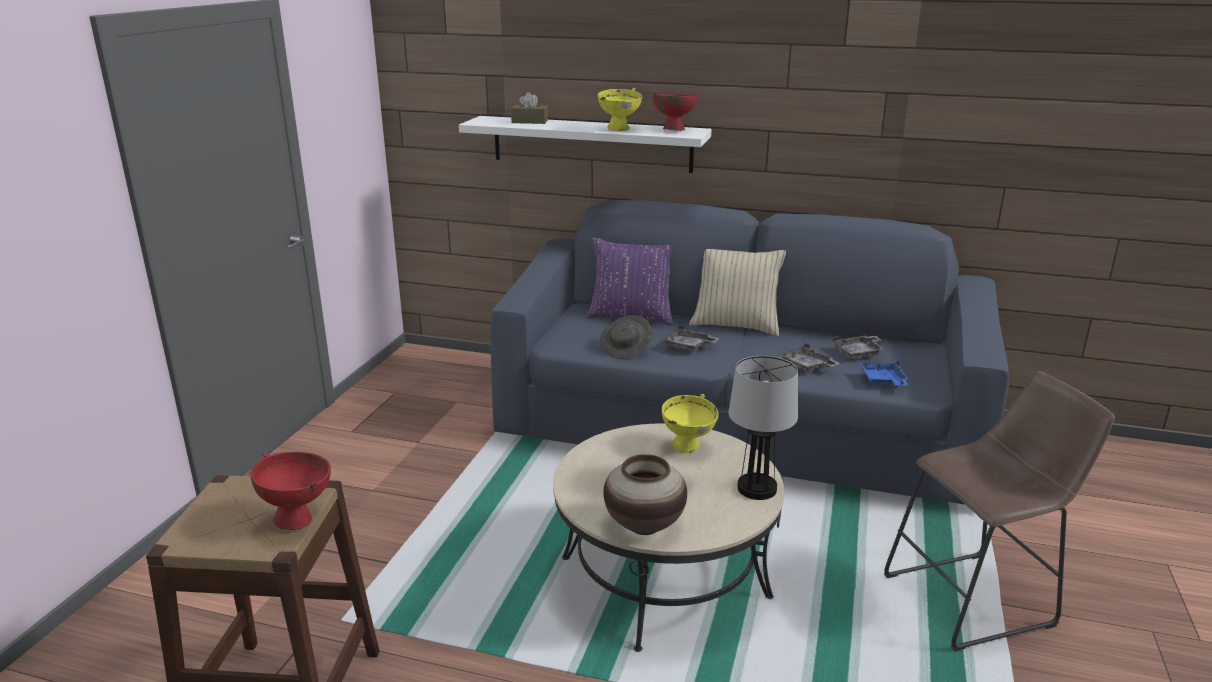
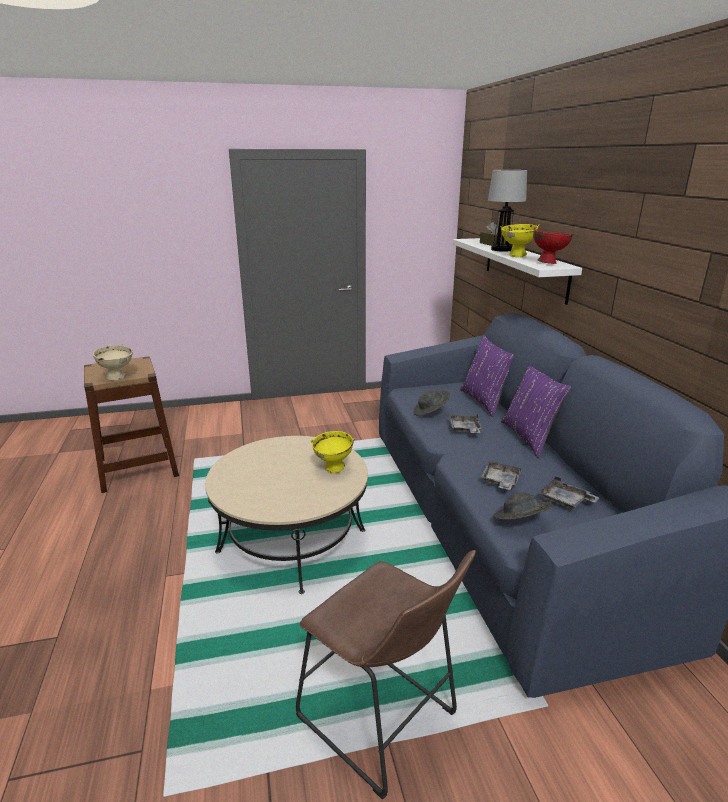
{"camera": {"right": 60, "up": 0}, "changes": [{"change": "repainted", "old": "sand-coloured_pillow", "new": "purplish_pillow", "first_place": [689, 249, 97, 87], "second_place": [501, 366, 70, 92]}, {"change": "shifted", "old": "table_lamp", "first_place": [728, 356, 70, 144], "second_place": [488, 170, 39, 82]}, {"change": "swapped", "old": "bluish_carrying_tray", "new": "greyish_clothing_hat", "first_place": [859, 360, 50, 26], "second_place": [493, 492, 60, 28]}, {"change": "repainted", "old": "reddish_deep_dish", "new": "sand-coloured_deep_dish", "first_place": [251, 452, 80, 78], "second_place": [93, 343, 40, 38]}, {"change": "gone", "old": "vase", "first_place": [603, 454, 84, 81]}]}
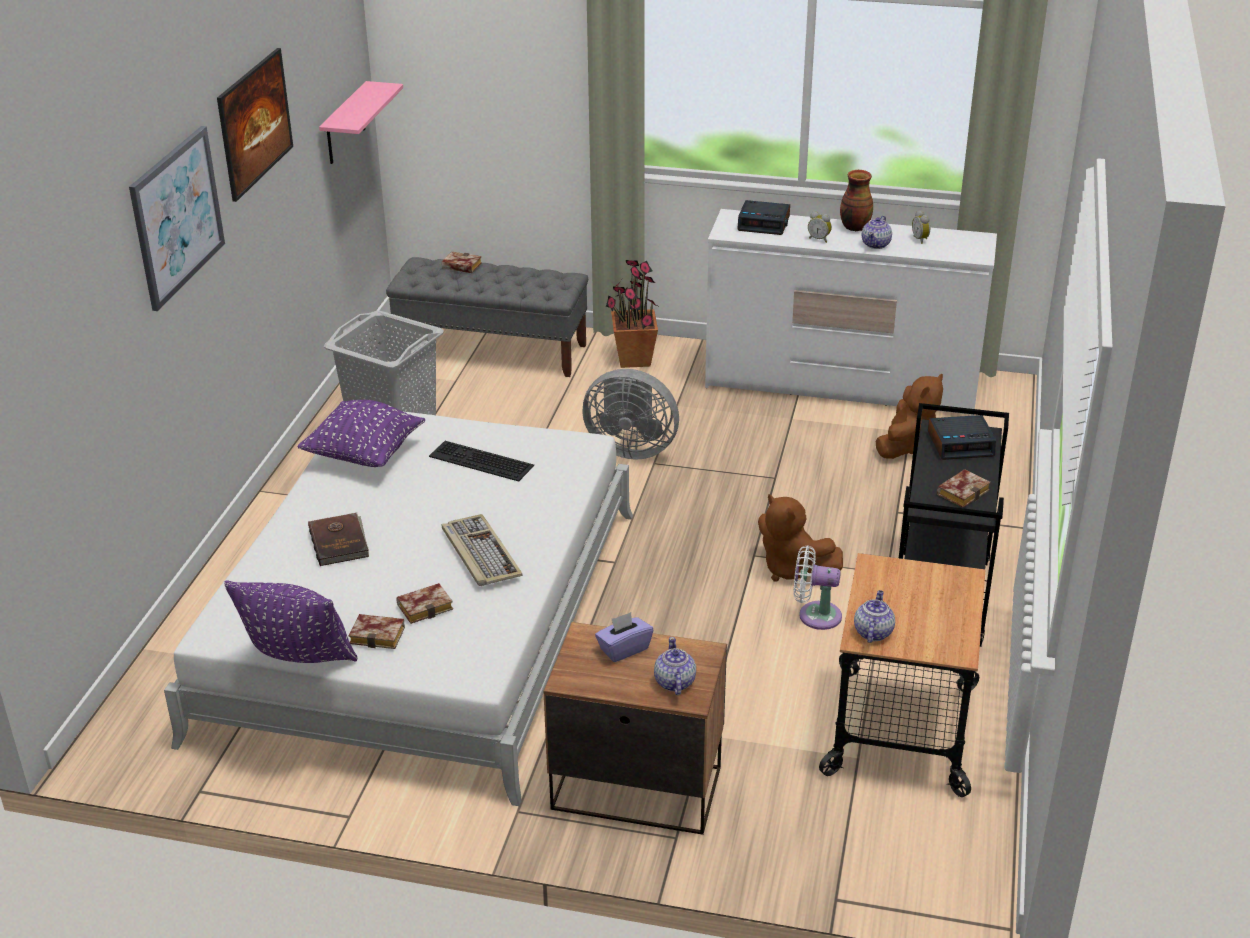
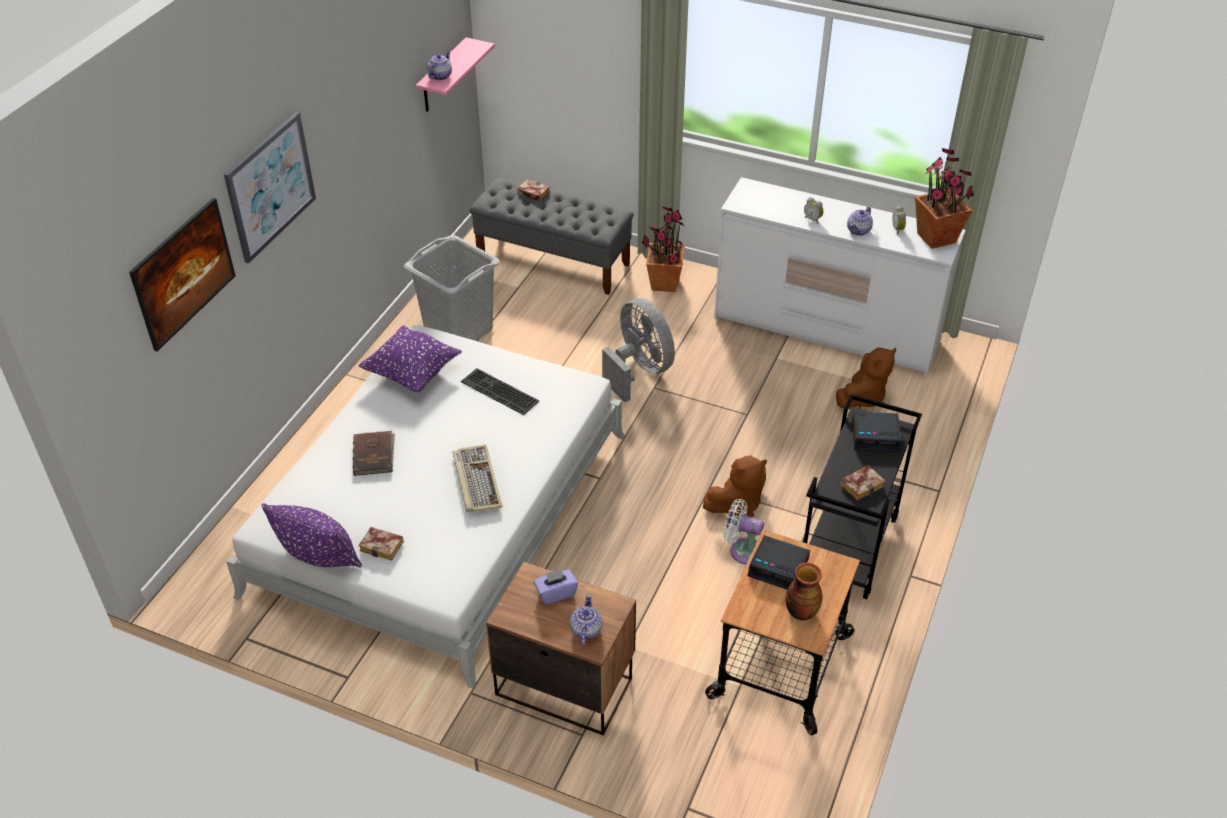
{"camera": {"right": 10, "up": 10}, "changes": [{"change": "shifted", "old": "picture", "first_place": [217, 48, 76, 154], "second_place": [129, 198, 106, 153]}, {"change": "shifted", "old": "vase", "first_place": [840, 170, 33, 61], "second_place": [786, 563, 37, 58]}, {"change": "shifted", "old": "table_clock", "first_place": [737, 200, 53, 35], "second_place": [748, 535, 62, 55]}, {"change": "rotated", "old": "greyish_cooling_fan", "first_place": [582, 369, 97, 91], "second_place": [602, 298, 73, 104], "degrees": -150}, {"change": "rotated", "old": "brown_cuddly_toy", "first_place": [758, 494, 85, 88], "second_place": [703, 455, 64, 62], "degrees": -90}, {"change": "gone", "old": "volume", "first_place": [397, 583, 56, 41]}, {"change": "shifted", "old": "tea_pot", "first_place": [854, 590, 41, 53], "second_place": [427, 52, 25, 28]}, {"change": "new", "new": "potted_plant", "second_place": [915, 148, 59, 101]}]}
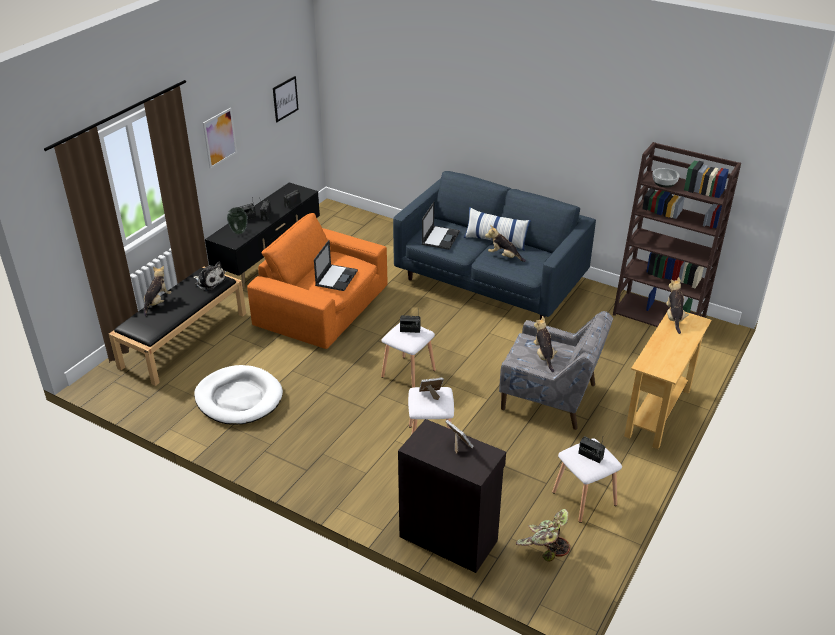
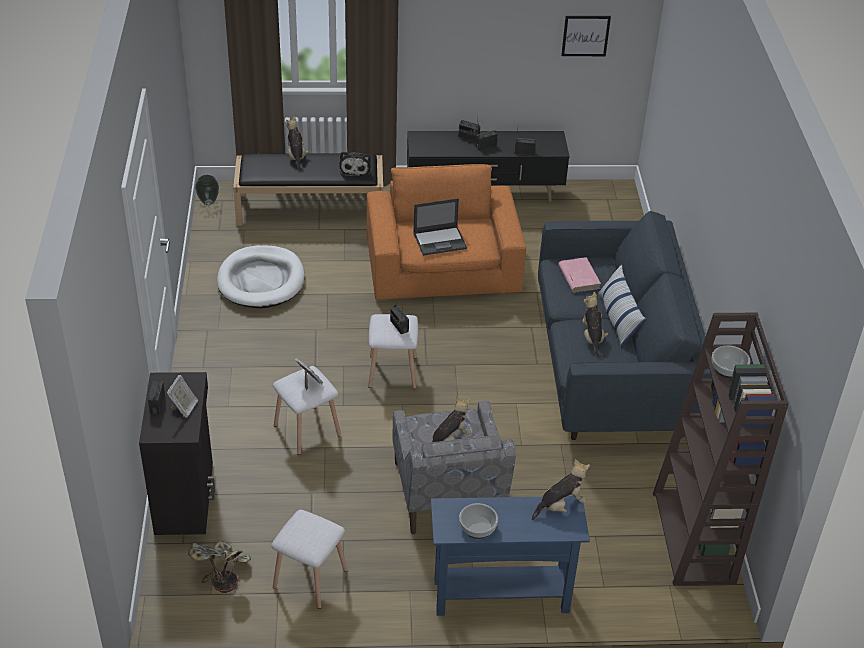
{"camera": {"right": 55, "up": 5}, "changes": [{"change": "gone", "old": "picture", "first_place": [203, 108, 34, 61]}, {"change": "swapped", "old": "notebook_computer", "new": "pink_volume", "first_place": [422, 202, 38, 48], "second_place": [558, 257, 43, 36]}, {"change": "shifted", "old": "vase", "first_place": [227, 207, 21, 27], "second_place": [195, 175, 24, 30]}, {"change": "rotated", "old": "cuddly_toy", "first_place": [144, 266, 28, 50], "second_place": [286, 116, 23, 55], "degrees": -90}, {"change": "repainted", "old": "sand-coloured_console_table", "new": "bluish_console_table", "first_place": [624, 307, 87, 142], "second_place": [431, 496, 159, 120]}, {"change": "shifted", "old": "radio_set", "first_place": [578, 436, 27, 27], "second_place": [147, 380, 18, 34]}, {"change": "new", "new": "deep_dish", "second_place": [459, 503, 39, 36]}]}
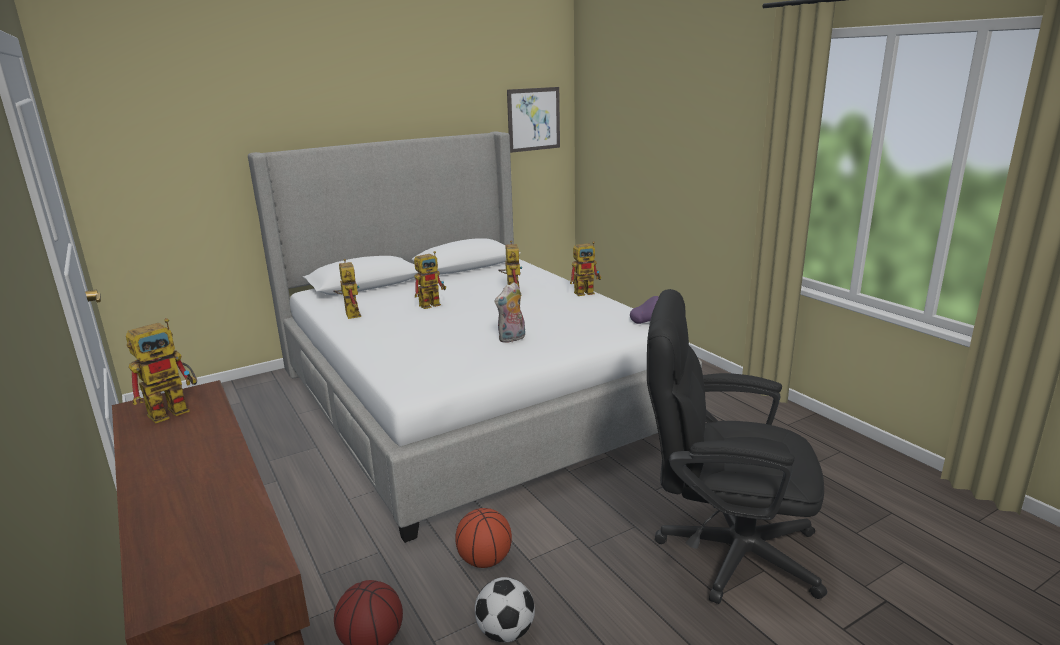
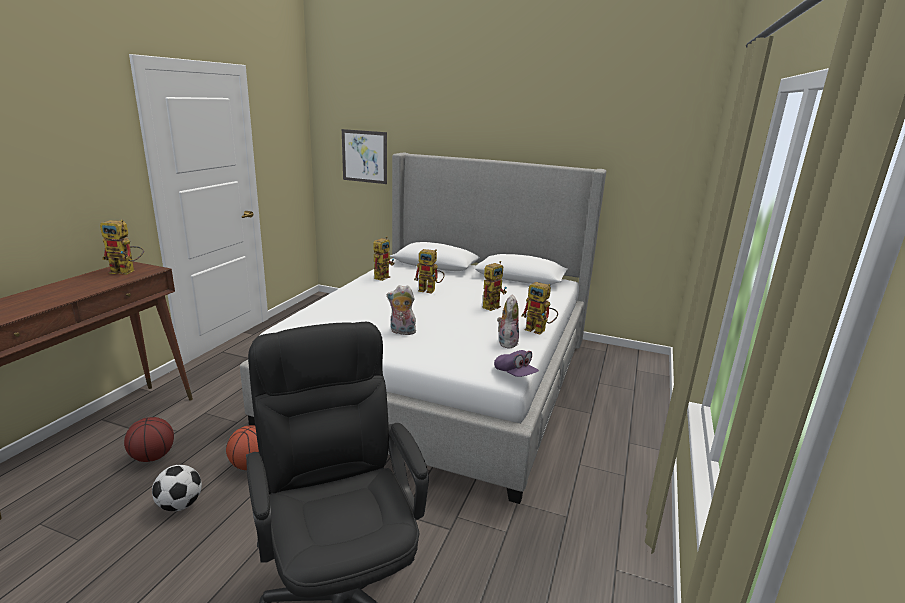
{"camera": {"right": 50, "up": 0}, "changes": [{"change": "shifted", "old": "picture", "first_place": [507, 87, 53, 66], "second_place": [342, 129, 45, 55]}, {"change": "new", "new": "cuddly_toy", "second_place": [497, 294, 22, 55]}]}
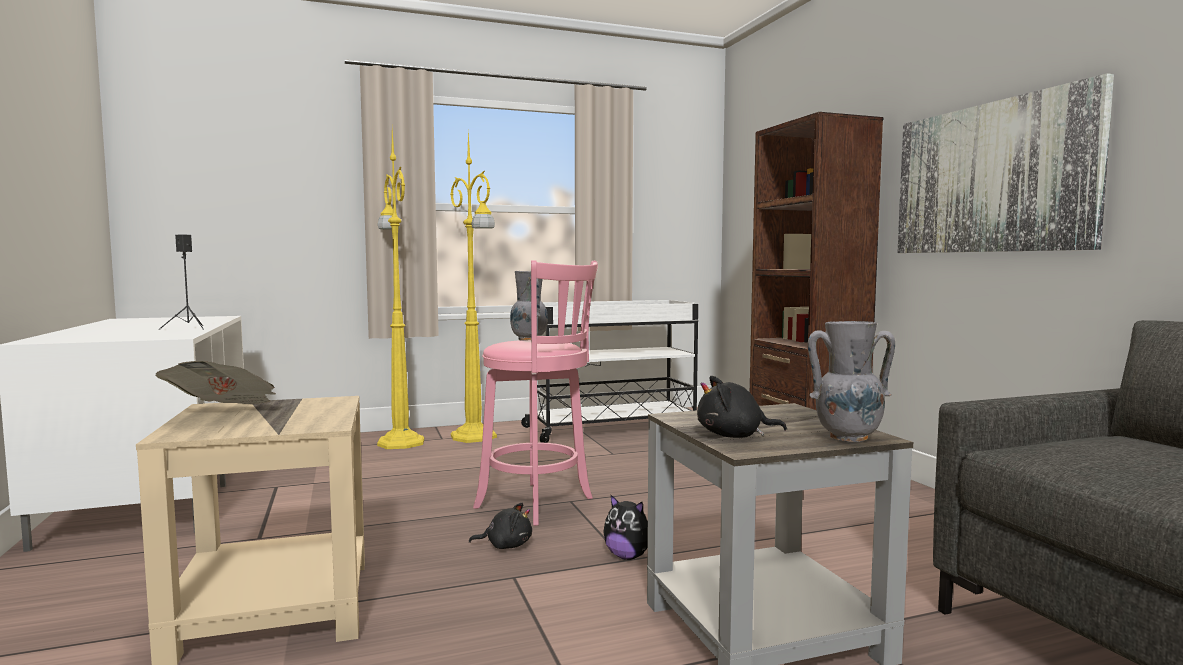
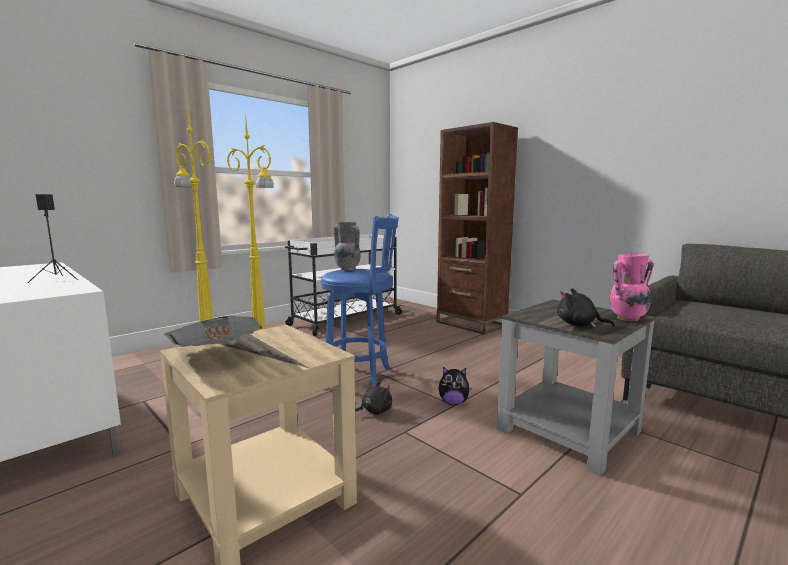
{"camera": {"right": -25, "up": 5}, "changes": [{"change": "gone", "old": "picture", "first_place": [897, 73, 217, 180]}, {"change": "repainted", "old": "pink_sitting_stool", "new": "bluish_sitting_stool", "first_place": [473, 260, 125, 266], "second_place": [321, 214, 78, 174]}, {"change": "repainted", "old": "greyish_vase", "new": "pink_vase", "first_place": [808, 321, 87, 121], "second_place": [610, 253, 43, 68]}, {"change": "rotated", "old": "blackish_cuddly_toy", "first_place": [697, 376, 90, 62], "second_place": [557, 288, 58, 40], "degrees": 60}]}
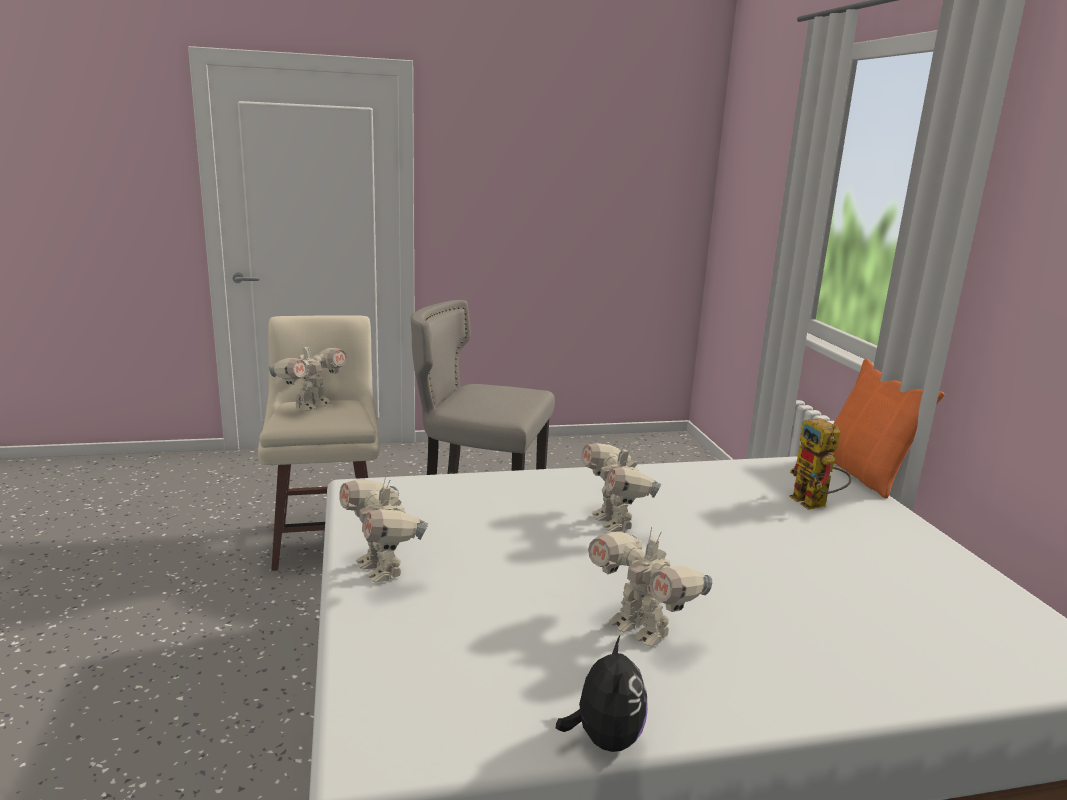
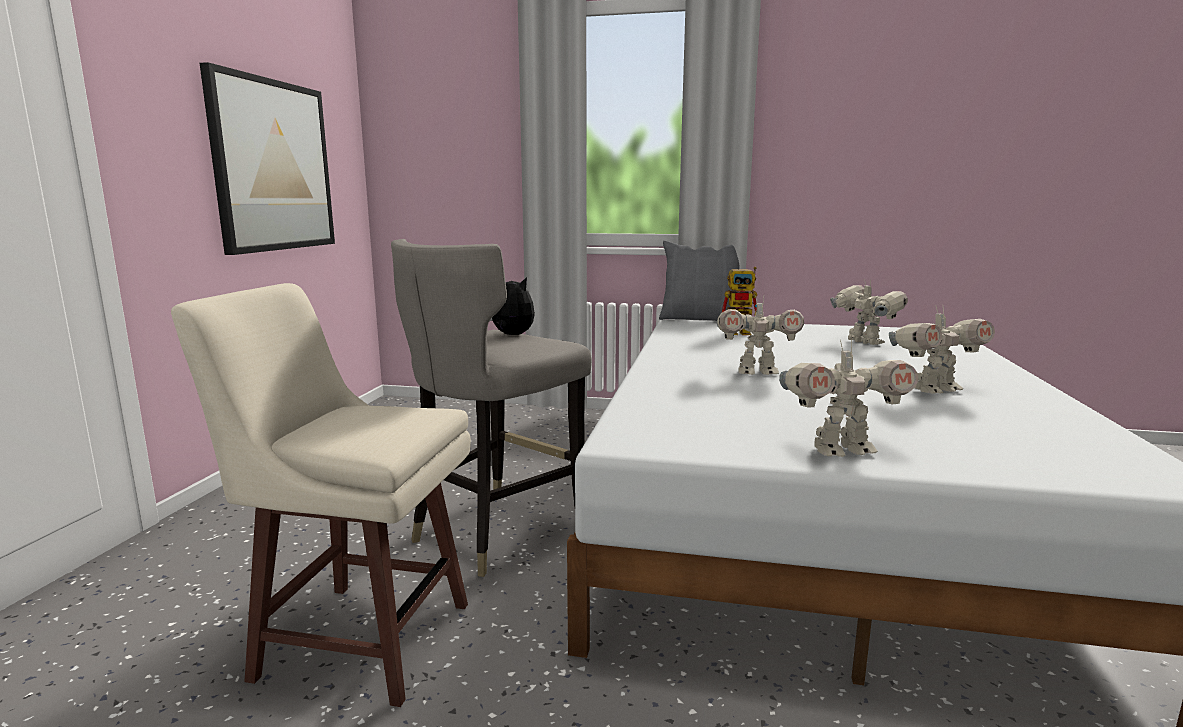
{"camera": {"right": -65, "up": -5}, "changes": [{"change": "shifted", "old": "toy_robot", "first_place": [269, 341, 78, 70], "second_place": [830, 279, 78, 66]}, {"change": "repainted", "old": "orange_pillow", "new": "greyish_pillow", "first_place": [831, 359, 114, 140], "second_place": [659, 241, 81, 80]}, {"change": "shifted", "old": "cuddly_toy", "first_place": [556, 636, 92, 116], "second_place": [490, 278, 45, 57]}, {"change": "new", "new": "picture", "second_place": [200, 62, 135, 193]}]}
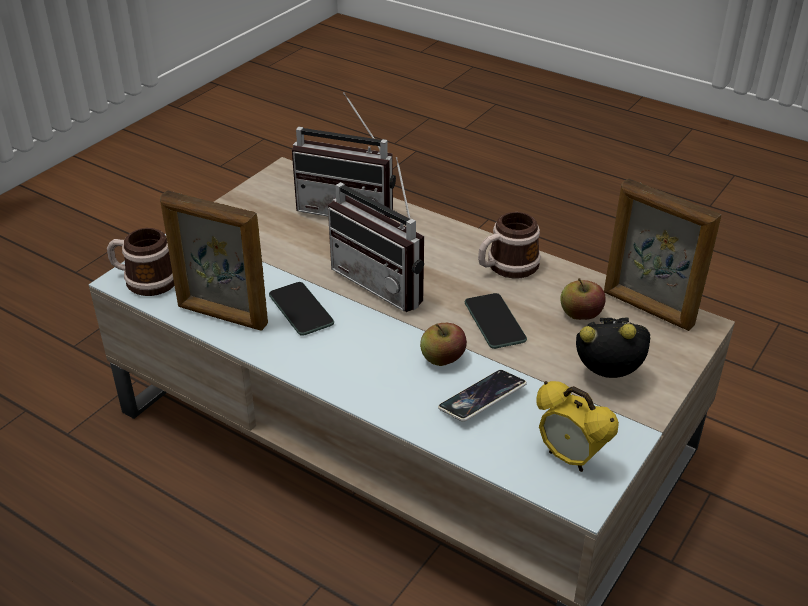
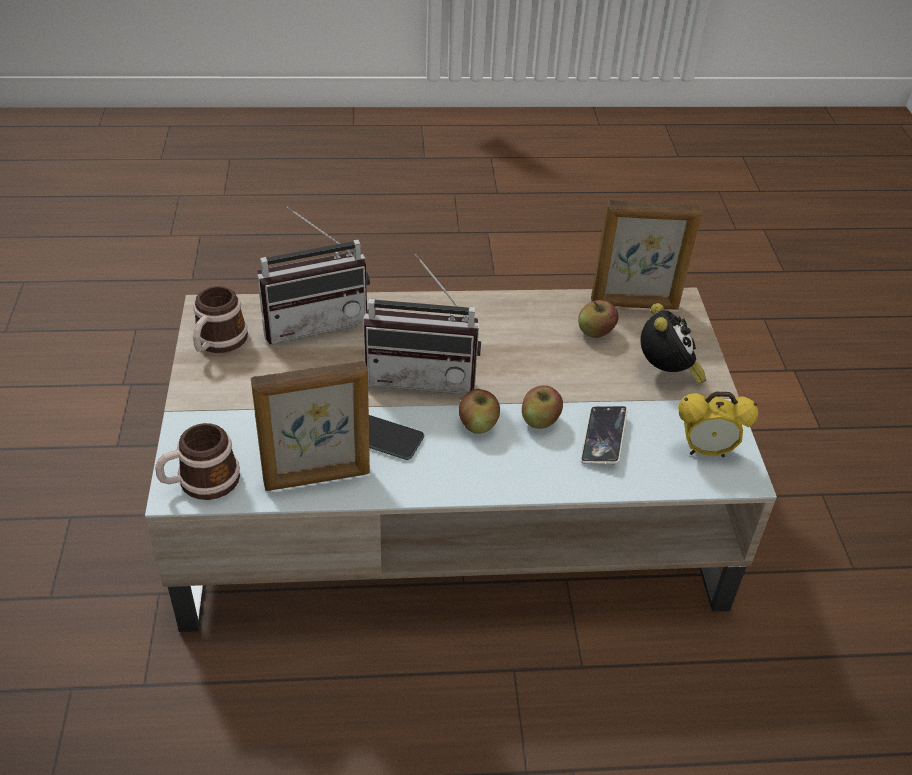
{"camera": {"right": -40, "up": 5}, "changes": [{"change": "shifted", "old": "mug", "first_place": [478, 212, 63, 67], "second_place": [193, 286, 55, 67]}, {"change": "gone", "old": "phone", "first_place": [465, 293, 62, 56]}, {"change": "rotated", "old": "table_clock", "first_place": [576, 317, 74, 61], "second_place": [641, 303, 65, 81], "degrees": 120}, {"change": "new", "new": "apple", "second_place": [459, 389, 41, 45]}]}
